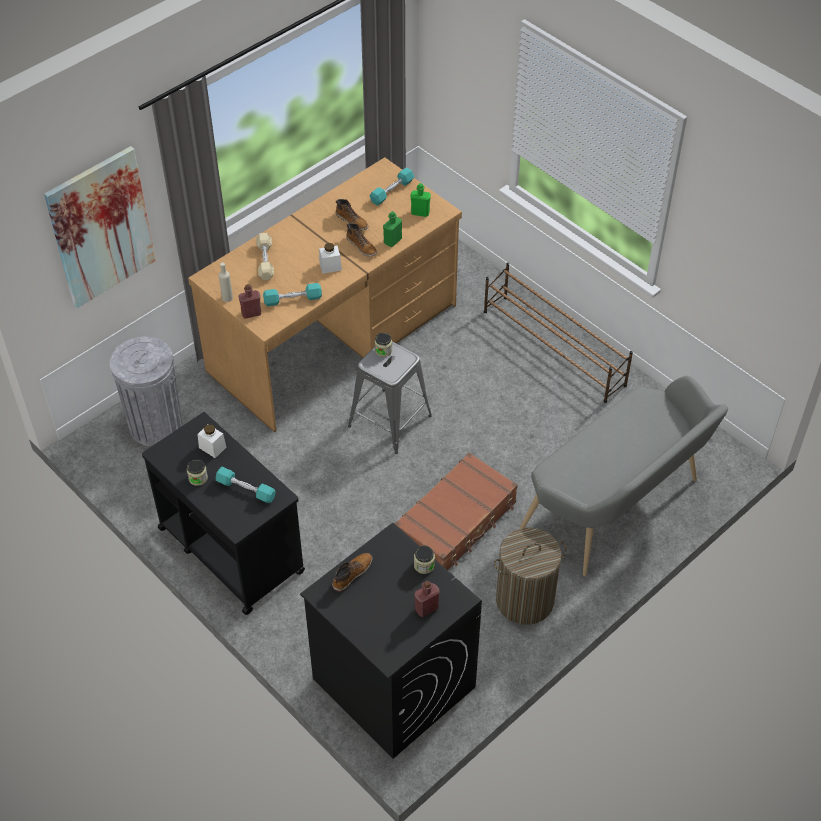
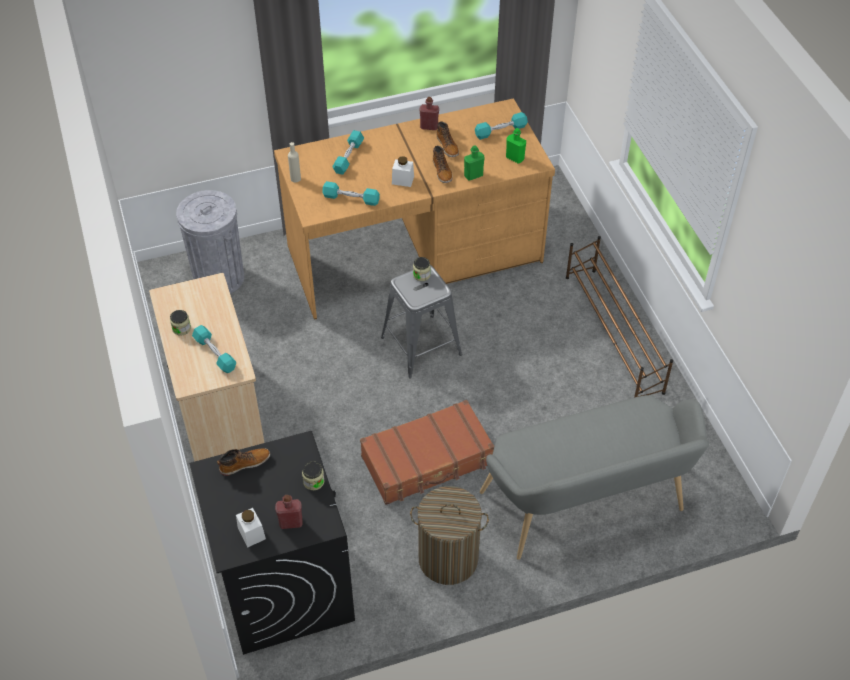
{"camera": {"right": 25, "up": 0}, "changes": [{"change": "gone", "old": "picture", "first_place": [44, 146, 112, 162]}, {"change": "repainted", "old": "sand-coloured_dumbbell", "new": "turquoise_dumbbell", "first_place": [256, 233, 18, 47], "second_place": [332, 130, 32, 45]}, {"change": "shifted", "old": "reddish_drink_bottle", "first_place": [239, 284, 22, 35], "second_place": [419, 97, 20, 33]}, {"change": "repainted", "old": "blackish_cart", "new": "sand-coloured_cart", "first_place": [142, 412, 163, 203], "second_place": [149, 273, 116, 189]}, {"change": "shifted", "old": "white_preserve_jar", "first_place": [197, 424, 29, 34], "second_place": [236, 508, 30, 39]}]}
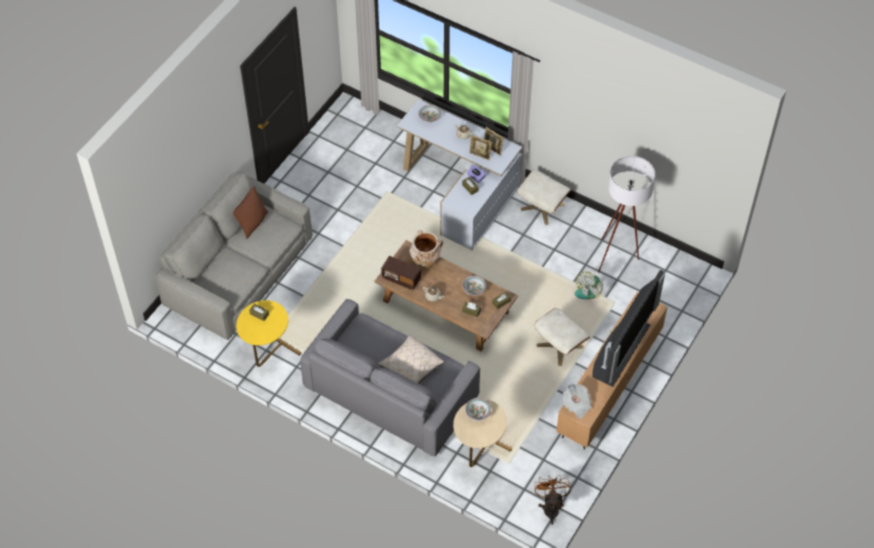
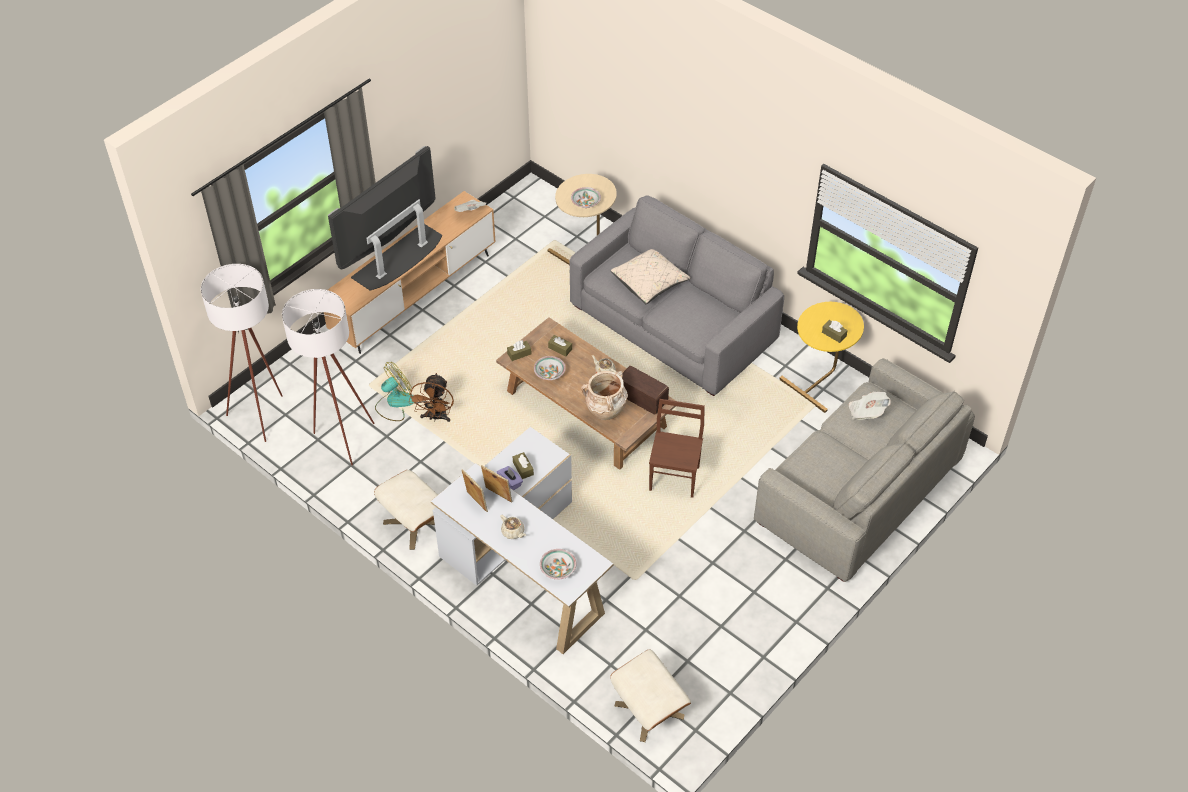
{"camera": {"right": -170, "up": -5}, "changes": [{"change": "gone", "old": "brown_pillow", "first_place": [233, 186, 35, 53]}, {"change": "shifted", "old": "sand-coloured_footrest", "first_place": [534, 308, 56, 58], "second_place": [610, 649, 81, 93]}, {"change": "shifted", "old": "brown_cooling_fan", "first_place": [535, 475, 36, 50], "second_place": [409, 373, 45, 49]}, {"change": "new", "new": "white_floor_lamp", "second_place": [201, 264, 81, 178]}, {"change": "new", "new": "daily_paper", "second_place": [848, 392, 43, 28]}, {"change": "new", "new": "brown_chair", "second_place": [649, 399, 56, 99]}]}
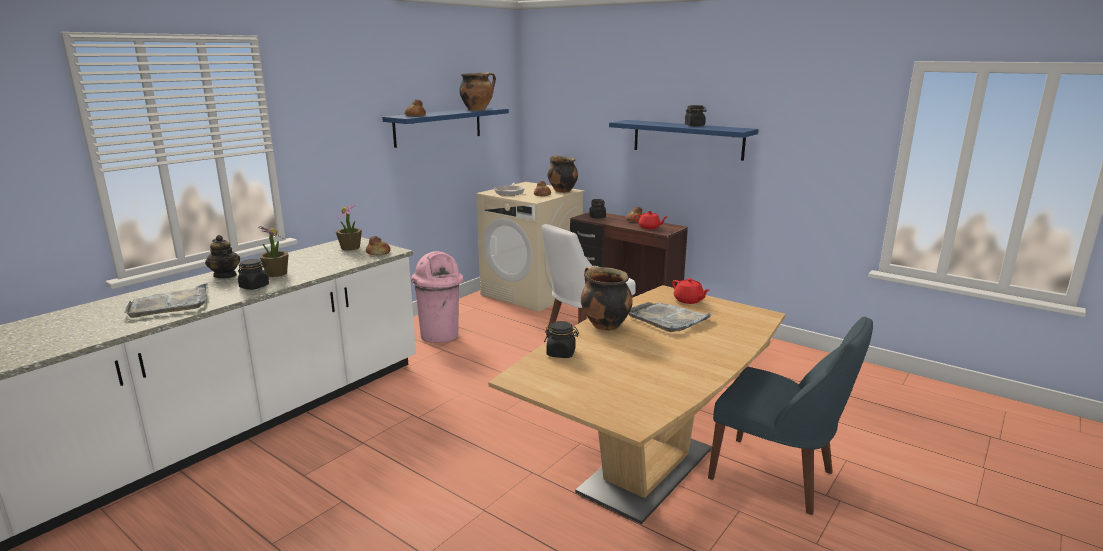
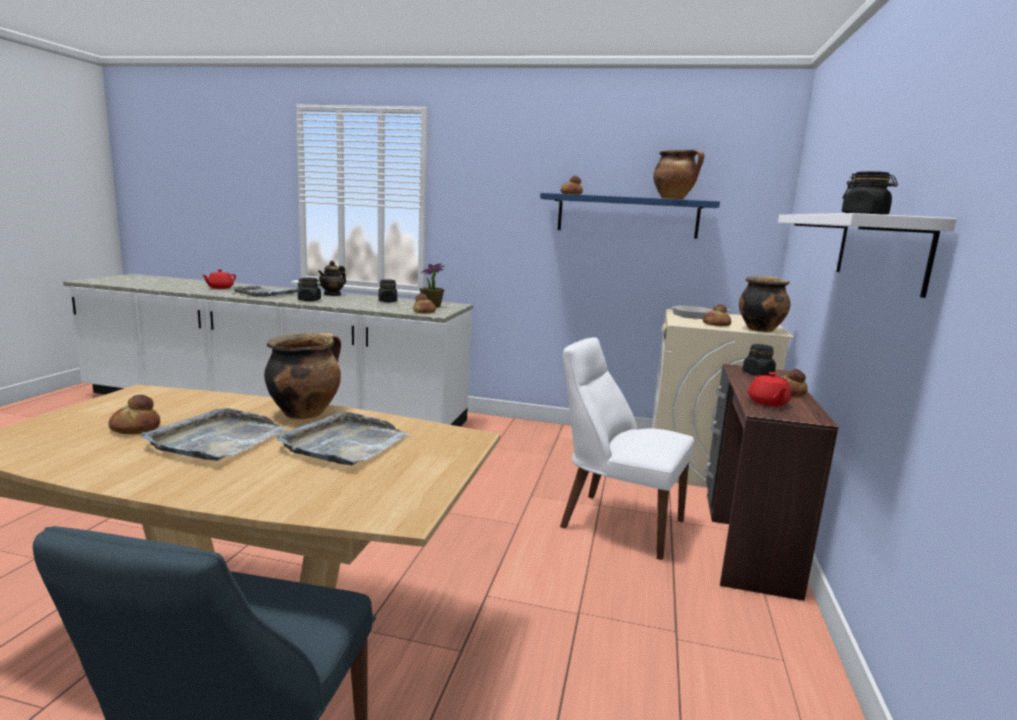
{"camera": {"right": 65, "up": -5}, "changes": [{"change": "repainted", "old": "bluish_bracket_shelf", "new": "white_bracket_shelf", "first_place": [609, 120, 150, 41], "second_place": [778, 213, 179, 85]}, {"change": "gone", "old": "potted_plant", "first_place": [258, 226, 31, 51]}, {"change": "gone", "old": "pink_trash_can", "first_place": [411, 251, 53, 92]}, {"change": "shifted", "old": "reddish_tea_pot", "first_place": [672, 278, 38, 26], "second_place": [203, 269, 33, 20]}, {"change": "shifted", "old": "blackish_preserve_jar", "first_place": [544, 321, 35, 37], "second_place": [379, 279, 18, 23]}, {"change": "new", "new": "baked_bread", "second_place": [108, 395, 52, 39]}, {"change": "new", "new": "greyish_carrying_tray", "second_place": [142, 408, 146, 53]}]}
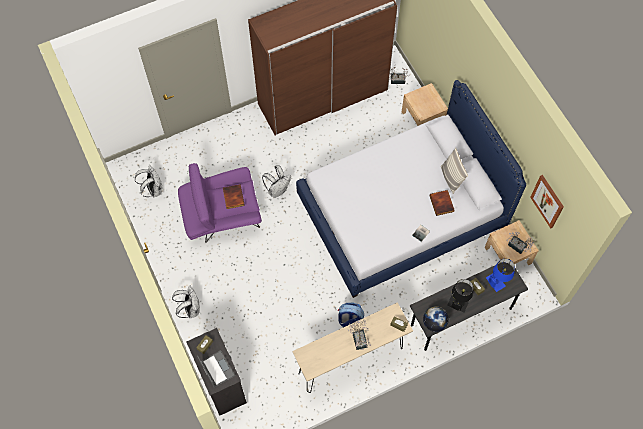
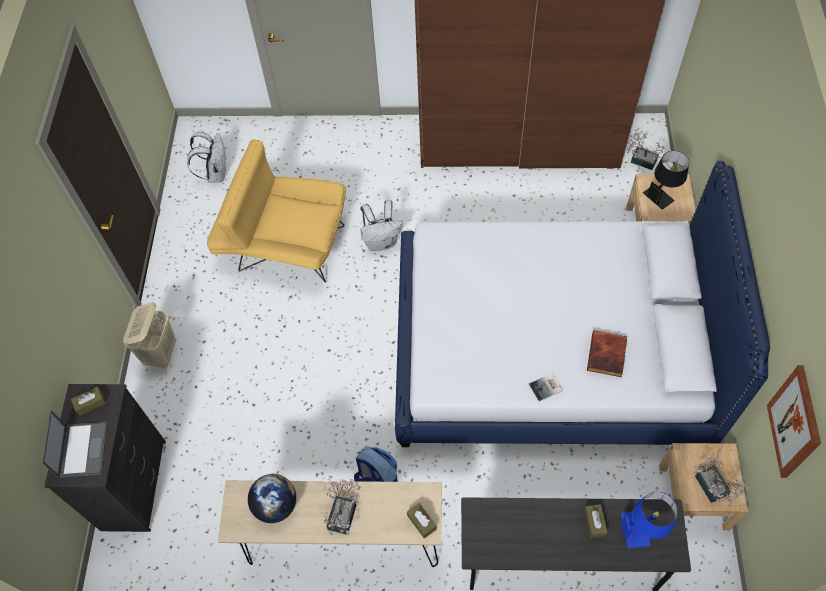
{"camera": {"right": 30, "up": -5}, "changes": [{"change": "gone", "old": "pillow", "first_place": [441, 148, 27, 46]}, {"change": "repainted", "old": "purplish_armchair", "new": "yellowish_armchair", "first_place": [178, 163, 84, 80], "second_place": [207, 139, 139, 143]}, {"change": "gone", "old": "volume", "first_place": [223, 185, 22, 24]}, {"change": "shifted", "old": "blackish_table_lamp", "first_place": [447, 279, 26, 33], "second_place": [643, 151, 46, 59]}, {"change": "swapped", "old": "white_backpack", "new": "sand-coloured_washing_basket", "first_place": [172, 286, 28, 32], "second_place": [123, 302, 53, 66]}, {"change": "shifted", "old": "world_globe", "first_place": [423, 306, 26, 26], "second_place": [248, 474, 48, 49]}]}
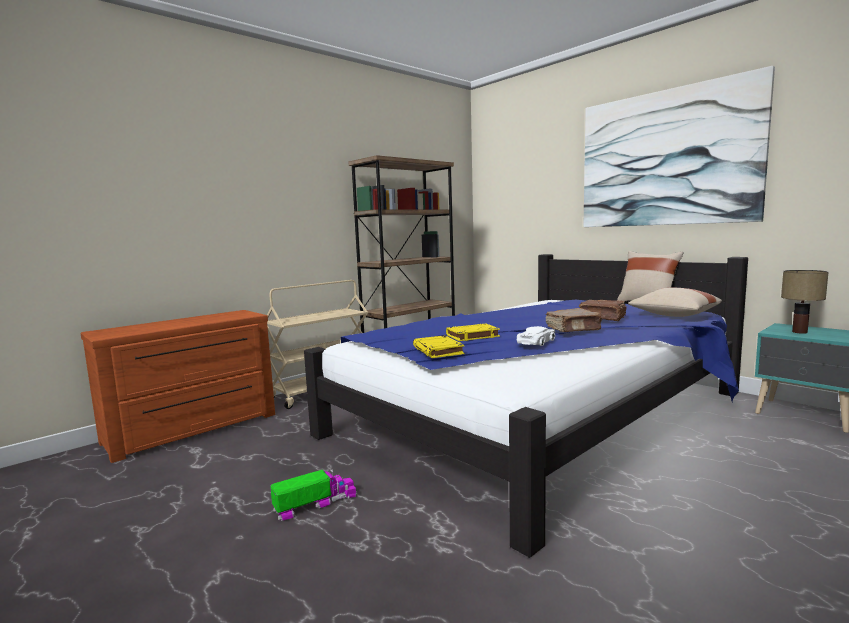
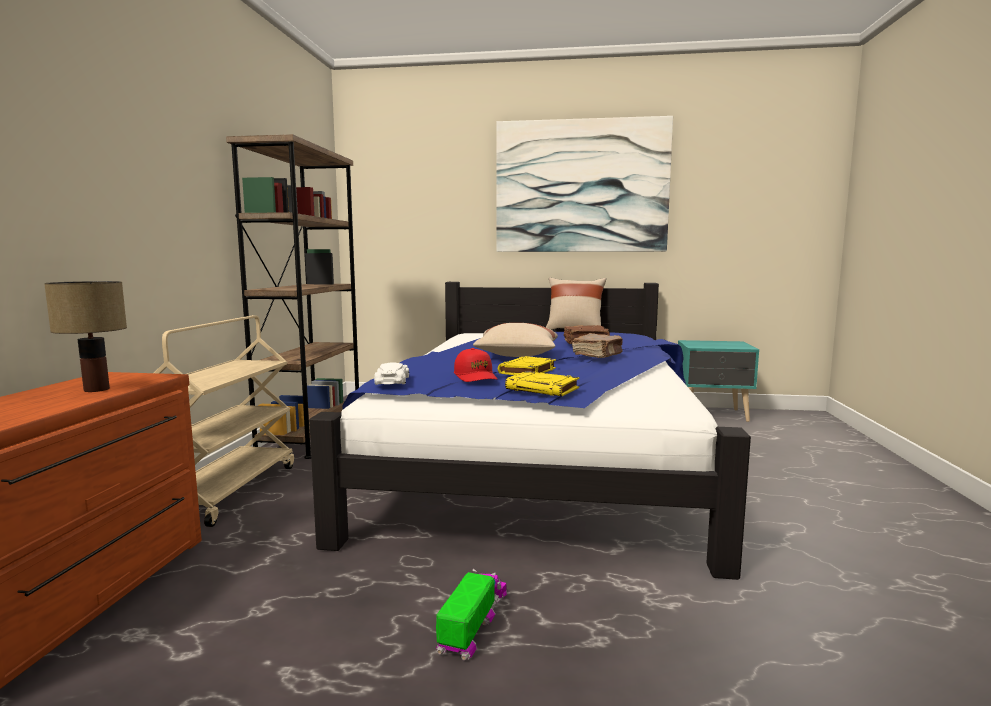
{"camera": {"right": -40, "up": 0}, "changes": [{"change": "shifted", "old": "table_lamp", "first_place": [781, 270, 48, 64], "second_place": [44, 281, 83, 111]}, {"change": "shifted", "old": "sand-coloured_pillow", "first_place": [628, 288, 94, 29], "second_place": [473, 323, 85, 34]}, {"change": "shifted", "old": "white_toy_car", "first_place": [517, 326, 39, 20], "second_place": [374, 362, 35, 23]}, {"change": "new", "new": "reddish_peaked_cap", "second_place": [454, 348, 43, 34]}]}
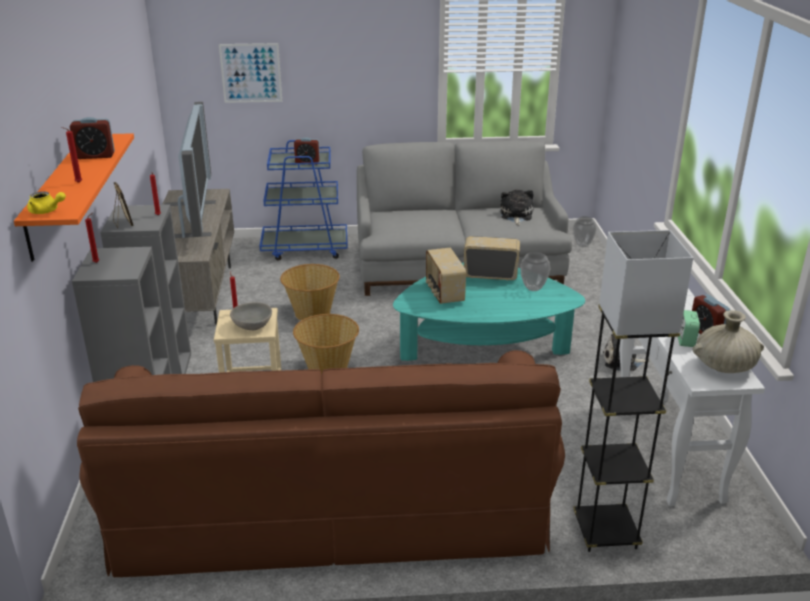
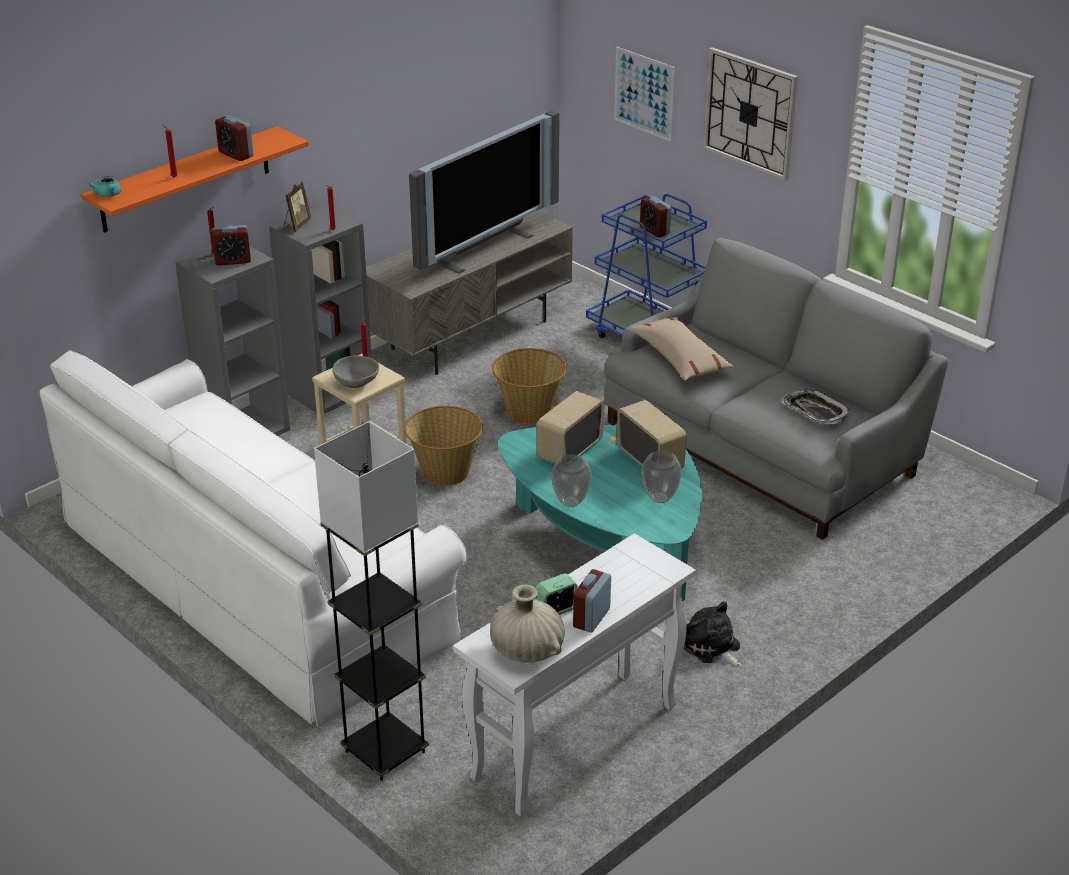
{"camera": {"right": 50, "up": 5}, "changes": [{"change": "swapped", "old": "cuddly_toy", "new": "carrying_tray", "first_place": [500, 190, 34, 35], "second_place": [782, 389, 69, 35]}, {"change": "repainted", "old": "yellowish_tea_pot", "new": "turquoise_tea_pot", "first_place": [27, 191, 39, 23], "second_place": [89, 176, 32, 21]}, {"change": "shifted", "old": "vase", "first_place": [573, 216, 24, 31], "second_place": [551, 454, 41, 53]}, {"change": "repainted", "old": "brown_sofa", "new": "white_sofa", "first_place": [77, 350, 488, 227], "second_place": [39, 350, 428, 377]}, {"change": "new", "new": "hanging_clock", "second_place": [703, 47, 95, 134]}, {"change": "new", "new": "table_clock", "second_place": [211, 225, 40, 41]}, {"change": "new", "new": "sand-coloured_pillow", "second_place": [629, 317, 105, 64]}]}
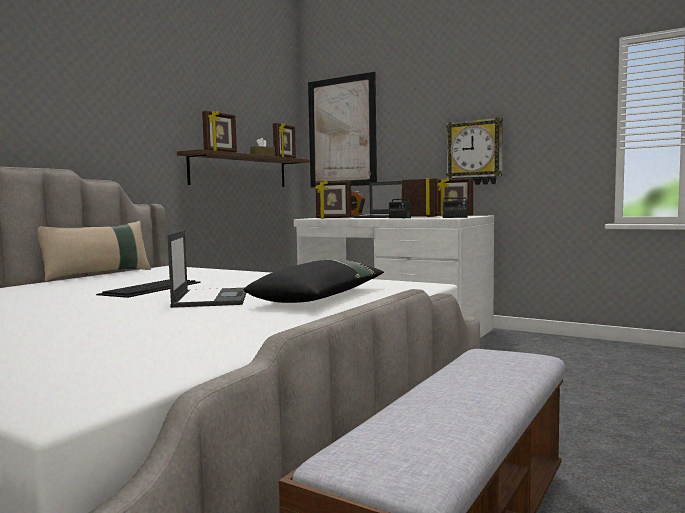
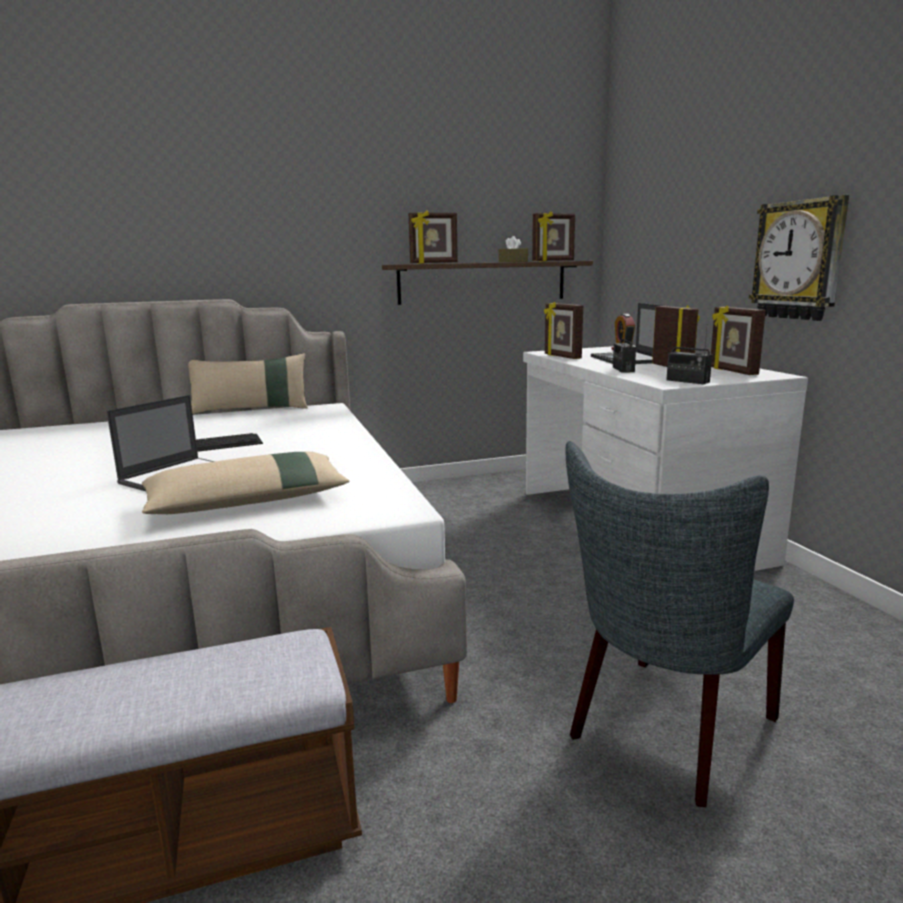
{"camera": {"right": 40, "up": 10}, "changes": [{"change": "gone", "old": "picture", "first_place": [308, 71, 69, 116]}, {"change": "repainted", "old": "blackish_pillow", "new": "sand-coloured_pillow", "first_place": [243, 259, 141, 44], "second_place": [142, 452, 208, 62]}, {"change": "new", "new": "greyish_chair", "second_place": [565, 441, 229, 366]}]}
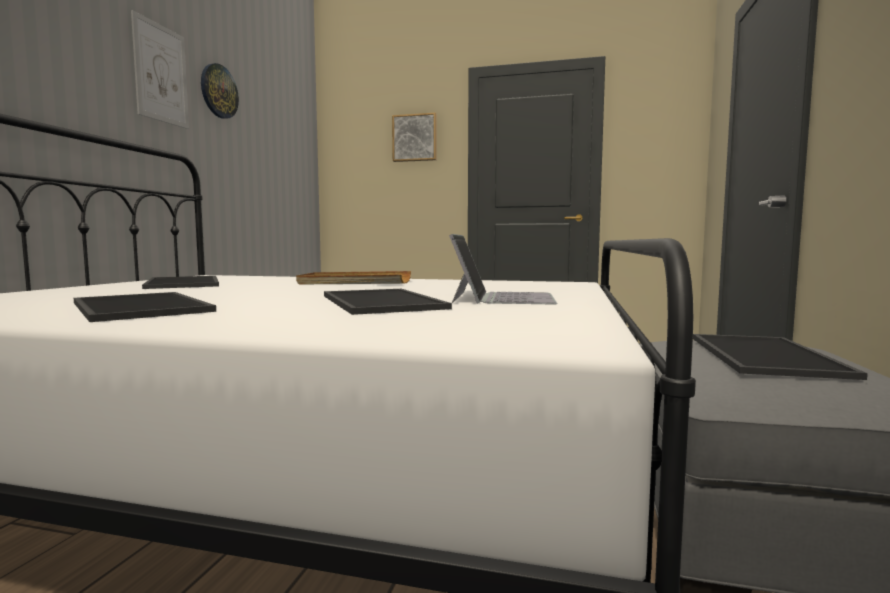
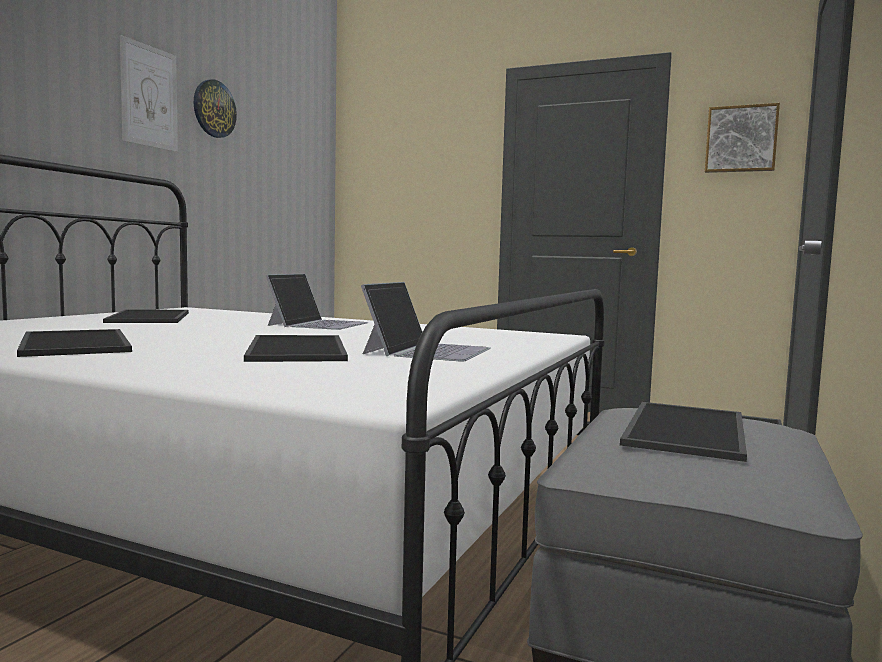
{"camera": {"right": 10, "up": 0}, "changes": [{"change": "shifted", "old": "picture", "first_place": [392, 113, 45, 49], "second_place": [705, 103, 75, 70]}, {"change": "swapped", "old": "sand-coloured_carrying_tray", "new": "notebook_computer", "first_place": [296, 271, 115, 14], "second_place": [266, 274, 102, 56]}]}
